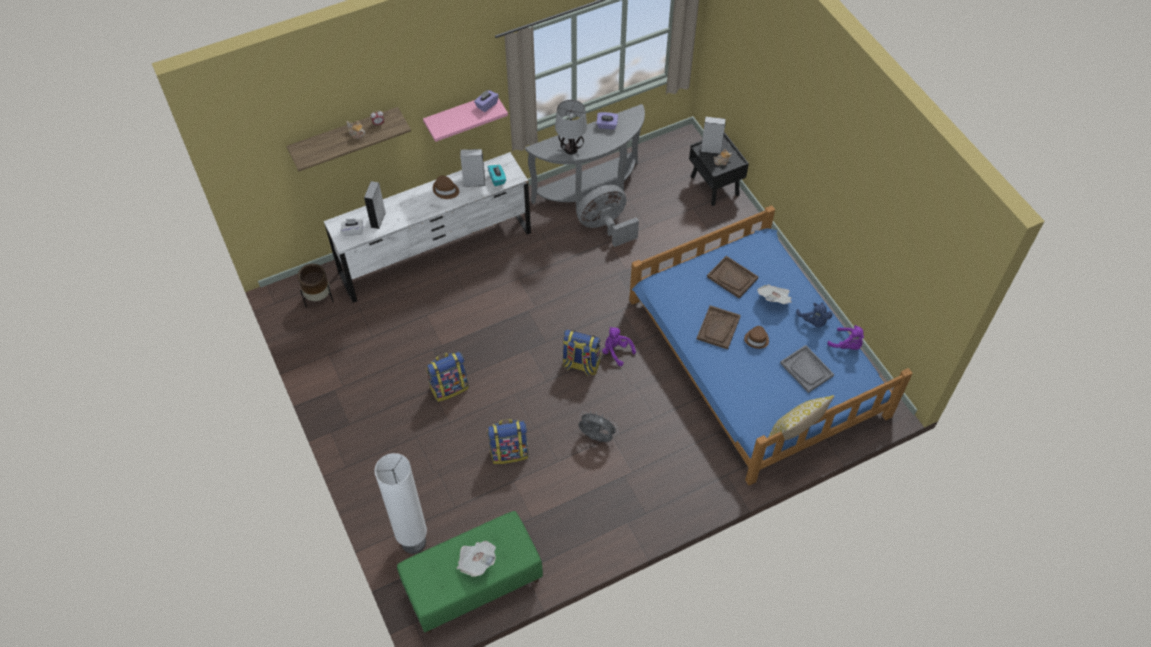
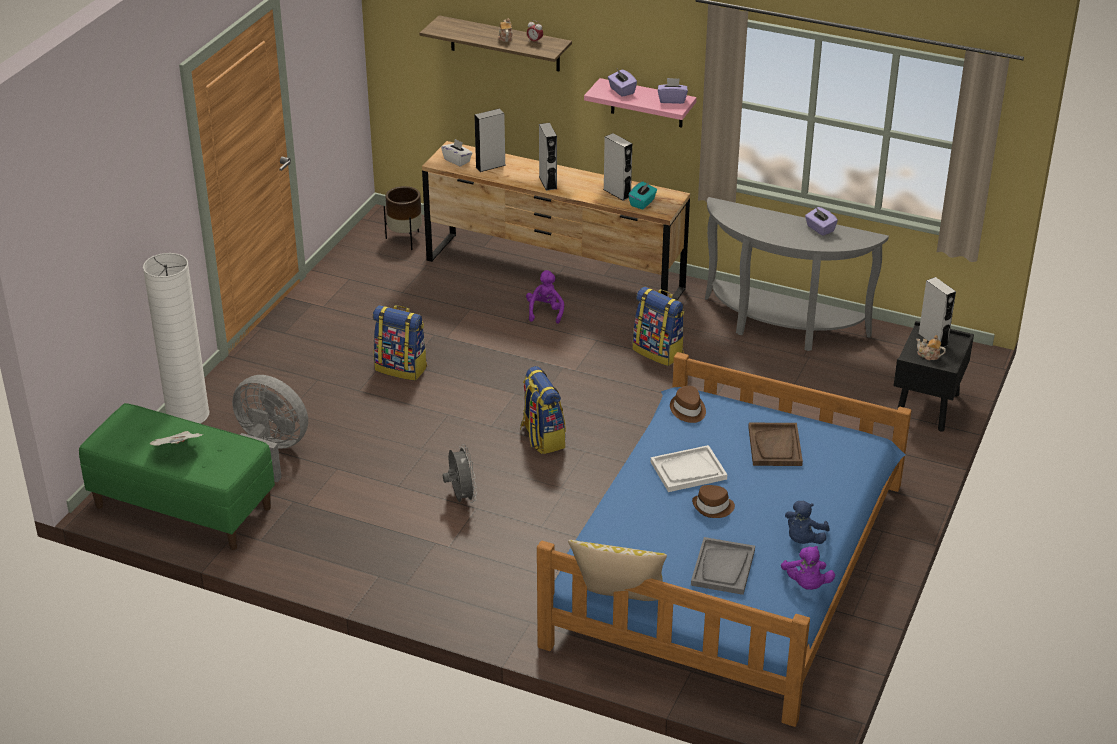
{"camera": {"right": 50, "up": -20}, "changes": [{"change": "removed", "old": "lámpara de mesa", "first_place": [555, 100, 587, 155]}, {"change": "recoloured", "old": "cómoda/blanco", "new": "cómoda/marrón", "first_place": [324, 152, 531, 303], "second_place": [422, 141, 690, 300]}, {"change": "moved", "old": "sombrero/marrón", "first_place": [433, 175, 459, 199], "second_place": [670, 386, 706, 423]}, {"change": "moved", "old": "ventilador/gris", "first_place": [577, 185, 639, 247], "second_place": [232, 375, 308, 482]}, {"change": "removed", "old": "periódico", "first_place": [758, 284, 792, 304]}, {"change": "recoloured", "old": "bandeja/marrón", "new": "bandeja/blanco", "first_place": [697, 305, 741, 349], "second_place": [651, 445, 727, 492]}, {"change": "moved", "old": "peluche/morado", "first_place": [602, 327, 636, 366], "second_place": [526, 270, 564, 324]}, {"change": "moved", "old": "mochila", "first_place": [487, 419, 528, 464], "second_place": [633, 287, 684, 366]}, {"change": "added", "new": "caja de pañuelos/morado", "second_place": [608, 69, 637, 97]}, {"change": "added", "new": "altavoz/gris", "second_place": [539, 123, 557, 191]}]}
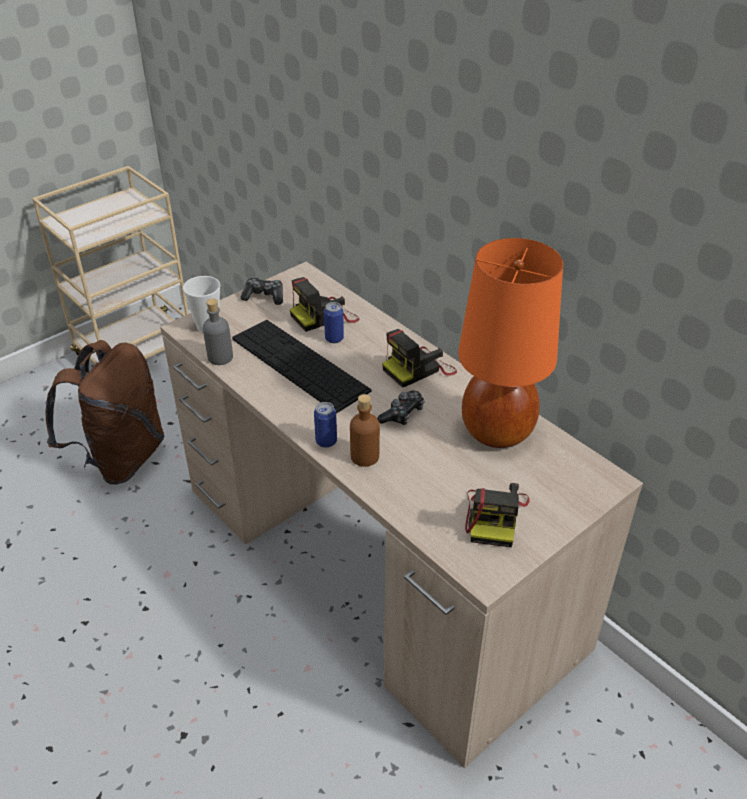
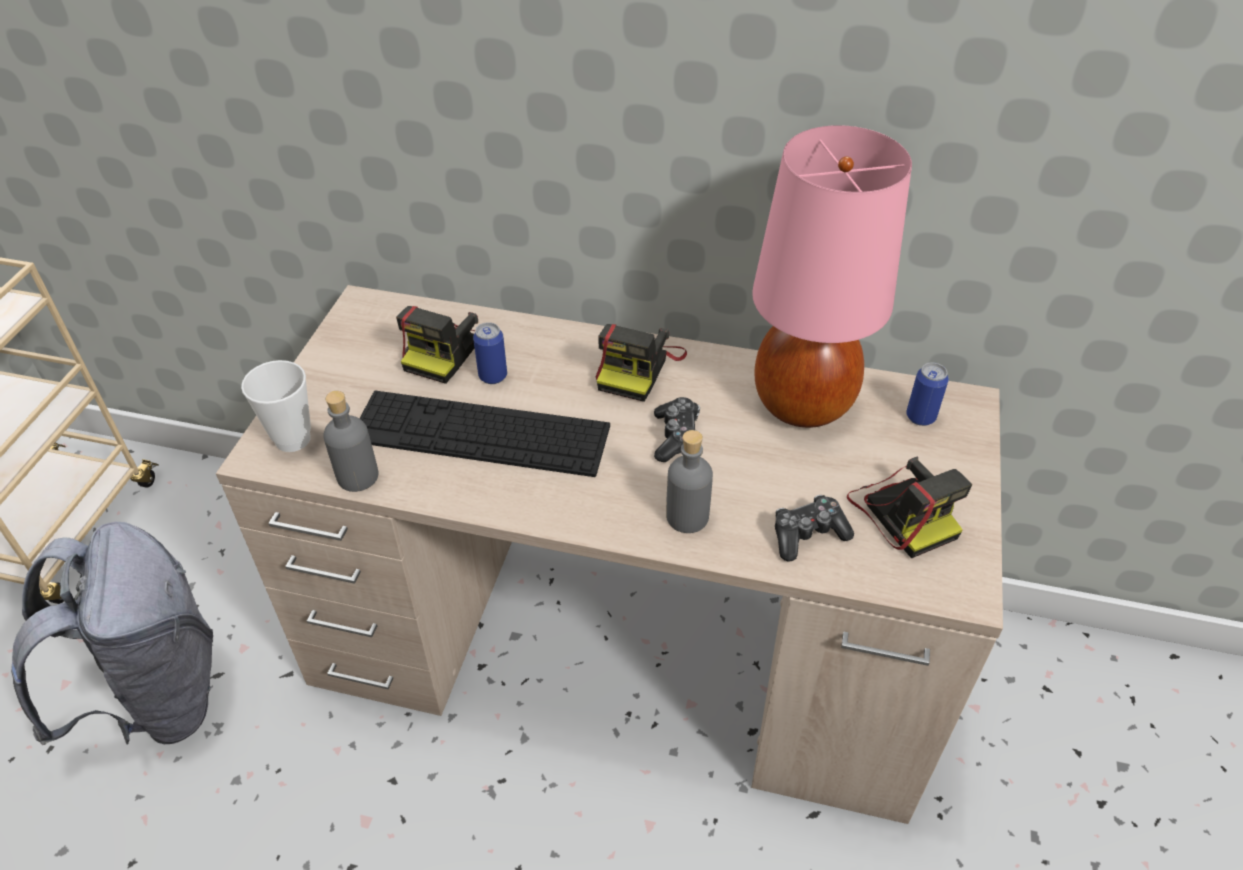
{"camera": {"right": -35, "up": 5}, "changes": [{"change": "recoloured", "old": "lámpara de mesa/naranja", "new": "lámpara de mesa/rosa", "first_place": [458, 238, 563, 448], "second_place": [752, 125, 912, 428]}, {"change": "moved", "old": "mando de consola", "first_place": [241, 277, 283, 305], "second_place": [775, 495, 854, 562]}, {"change": "recoloured", "old": "mochila/marrón", "new": "mochila/gris", "first_place": [46, 340, 165, 485], "second_place": [11, 522, 213, 745]}, {"change": "recoloured", "old": "botella/marrón", "new": "botella/gris", "first_place": [350, 394, 380, 467], "second_place": [666, 430, 713, 533]}, {"change": "moved", "old": "lata", "first_place": [314, 402, 337, 448], "second_place": [906, 362, 949, 426]}]}
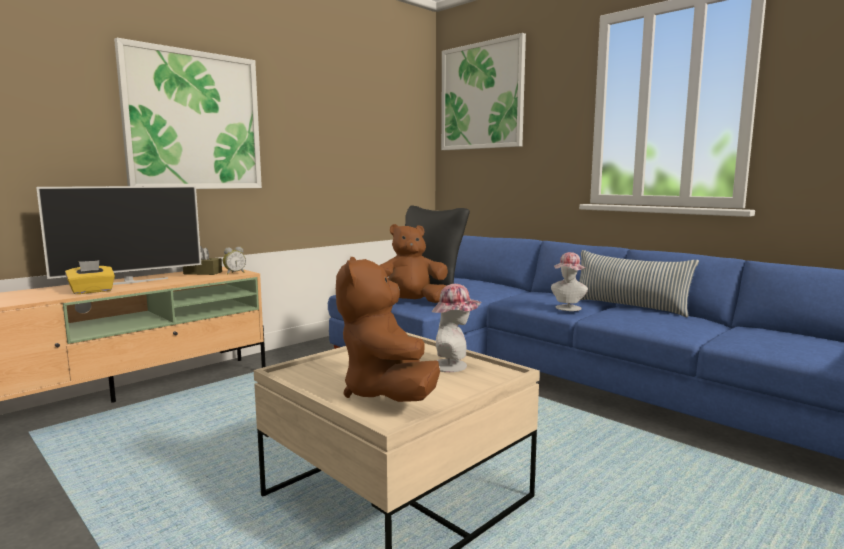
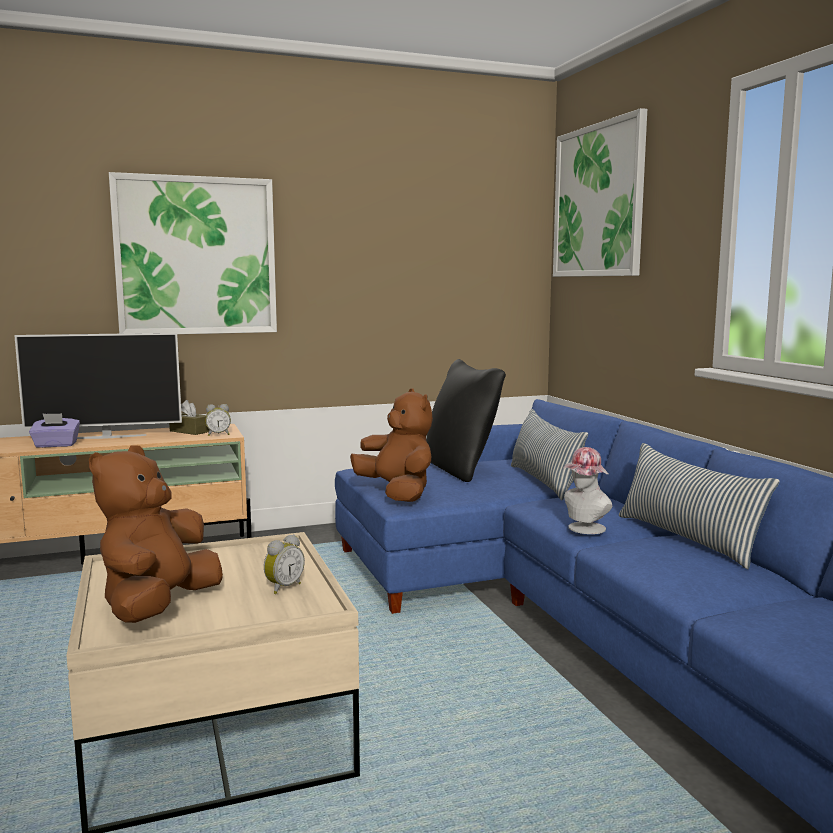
{"camera": {"right": 25, "up": 0}, "changes": [{"change": "turned", "old": "peluche/marrón", "first_place": [379, 224, 448, 303], "second_place": [350, 388, 433, 502], "degrees": 45}, {"change": "recoloured", "old": "caja de pañuelos/amarillo", "new": "caja de pañuelos/morado", "first_place": [65, 260, 115, 294], "second_place": [29, 413, 80, 448]}, {"change": "replaced", "old": "sombrero", "new": "despertador", "first_place": [432, 284, 481, 372], "second_place": [264, 534, 305, 594]}, {"change": "added", "new": "cojín", "second_place": [511, 409, 588, 501]}]}
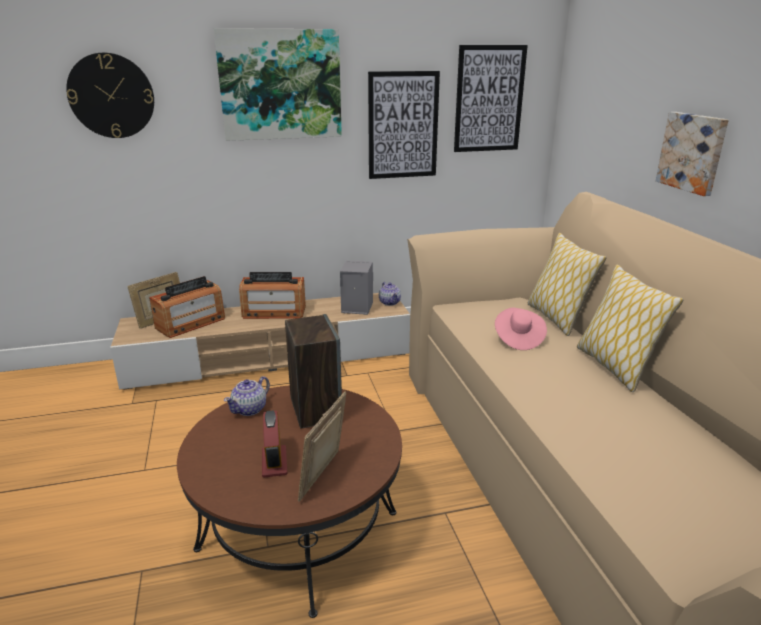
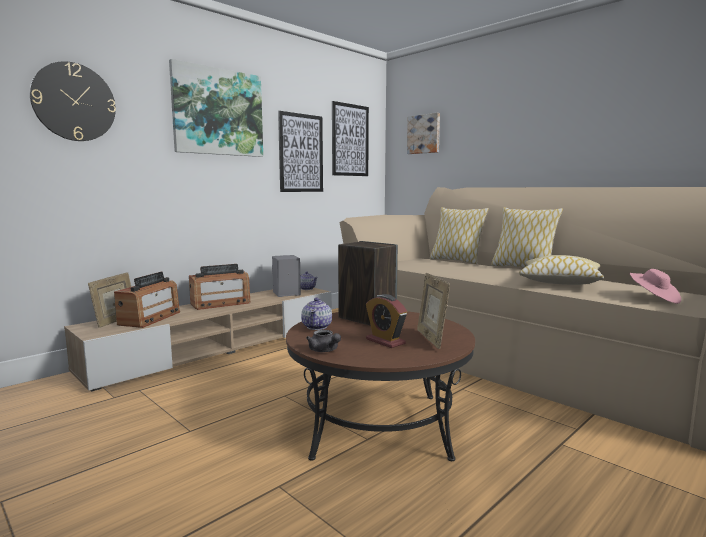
{"camera": {"right": -30, "up": -15}, "changes": [{"change": "moved", "old": "cuadro", "first_place": [656, 112, 728, 196], "second_place": [407, 113, 440, 154]}, {"change": "moved", "old": "sombrero/rosa", "first_place": [495, 308, 547, 350], "second_place": [629, 269, 681, 304]}, {"change": "added", "new": "cojín", "second_place": [519, 255, 604, 285]}, {"change": "added", "new": "tetera/gris", "second_place": [306, 330, 341, 352]}]}
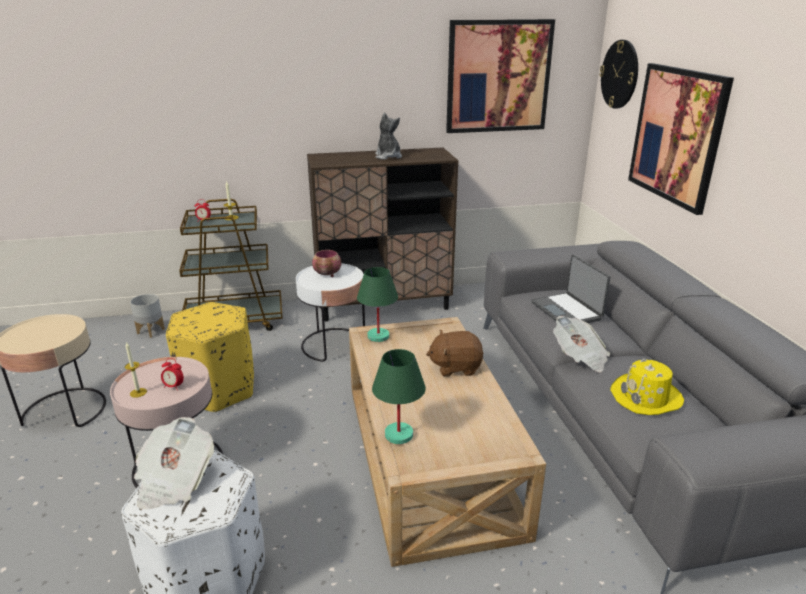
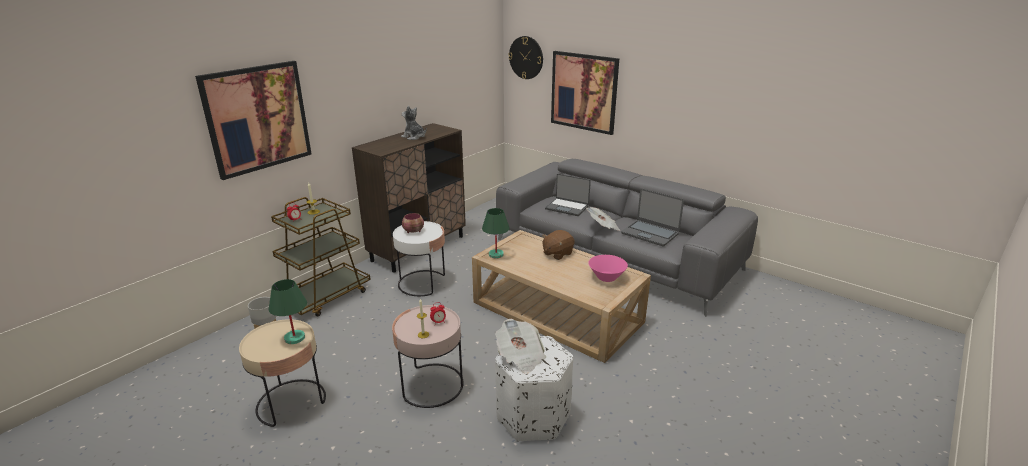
{"camera": {"right": -40, "up": 0}, "changes": [{"change": "moved", "old": "cuadro", "first_place": [446, 19, 555, 133], "second_place": [195, 61, 312, 180]}, {"change": "removed", "old": "puf/amarillo", "first_place": [166, 302, 254, 413]}, {"change": "moved", "old": "lámpara de mesa/verde", "first_place": [372, 349, 426, 444], "second_place": [269, 279, 307, 344]}, {"change": "replaced", "old": "sombrero/amarillo", "new": "portátil", "first_place": [610, 359, 684, 415], "second_place": [621, 188, 684, 247]}, {"change": "added", "new": "cuenco/rosa", "second_place": [589, 255, 628, 282]}]}
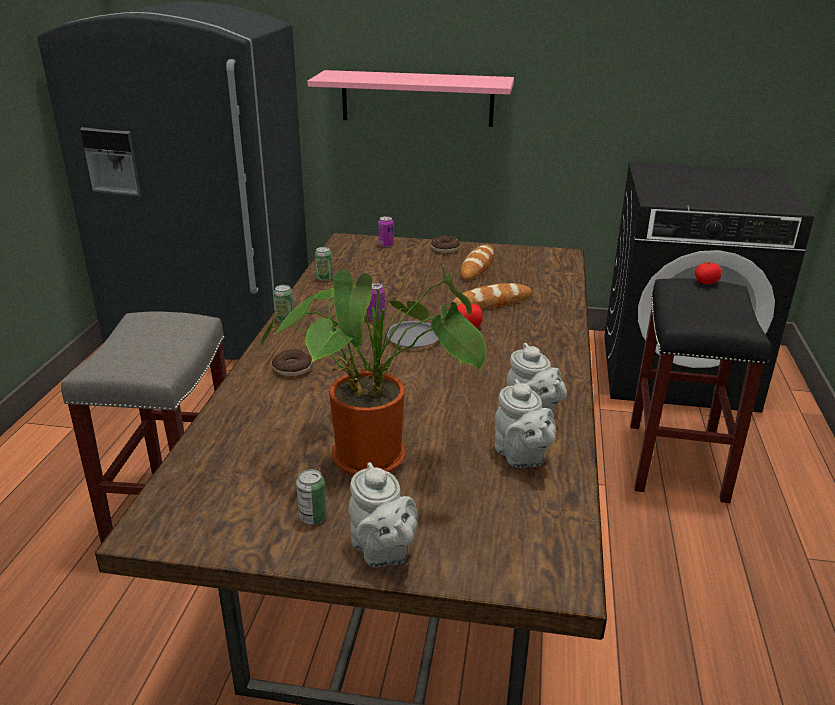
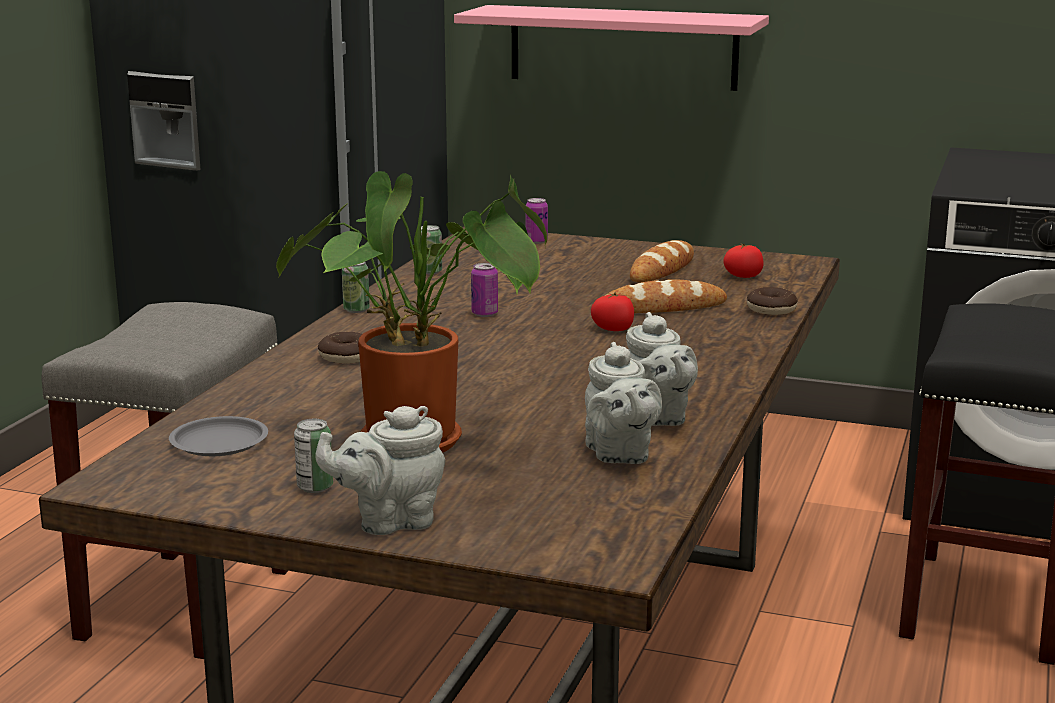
{"camera": {"right": 10, "up": -10}, "changes": [{"change": "moved", "old": "rosquilla", "first_place": [431, 236, 460, 253], "second_place": [747, 287, 798, 315]}, {"change": "moved", "old": "tomate", "first_place": [695, 261, 722, 284], "second_place": [723, 243, 763, 278]}, {"change": "moved", "old": "plato/gris", "first_place": [386, 321, 439, 348], "second_place": [169, 416, 268, 456]}, {"change": "turned", "old": "tetera/gris", "first_place": [349, 462, 417, 567], "second_place": [315, 406, 445, 535], "degrees": 90}]}
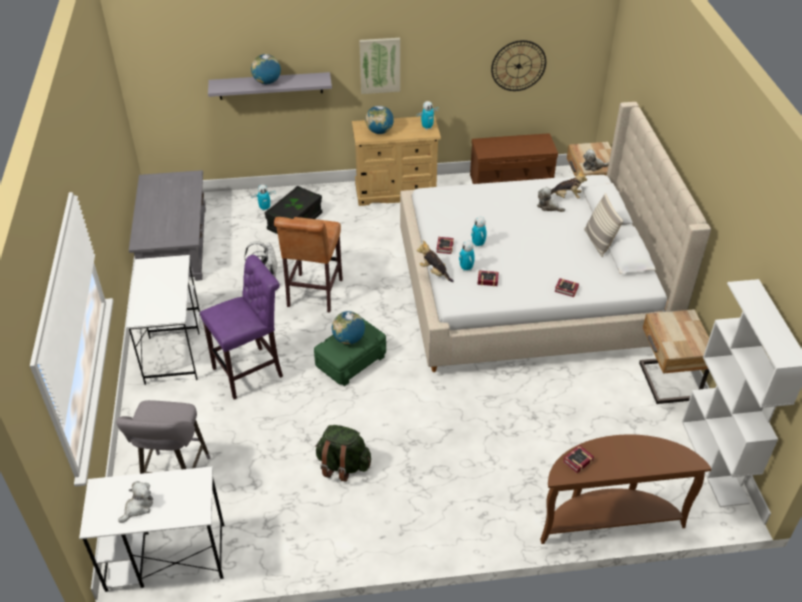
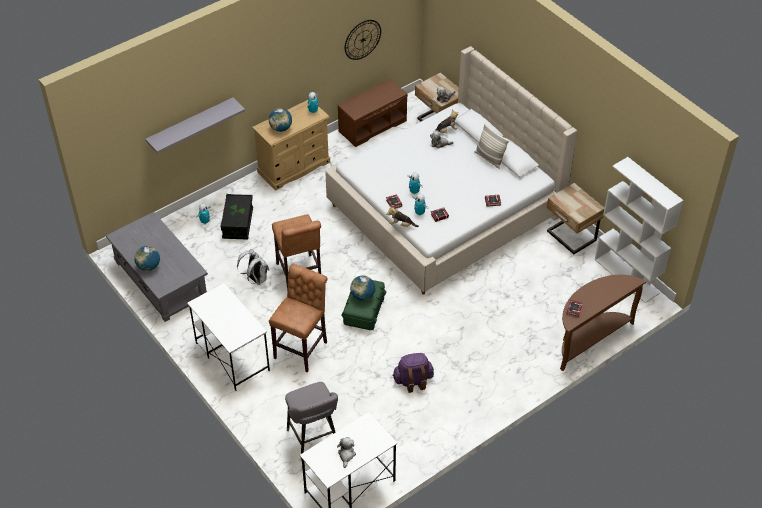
{"camera": {"right": -30, "up": 5}, "changes": [{"change": "removed", "old": "cuadro", "first_place": [359, 38, 400, 94]}, {"change": "moved", "old": "globo terráqueo", "first_place": [251, 54, 281, 84], "second_place": [134, 246, 160, 271]}, {"change": "recoloured", "old": "taburete/morado", "new": "taburete/marrón", "first_place": [200, 255, 283, 400], "second_place": [269, 264, 328, 372]}, {"change": "recoloured", "old": "mochila/verde", "new": "mochila/morado", "first_place": [315, 425, 371, 482], "second_place": [392, 353, 434, 393]}]}
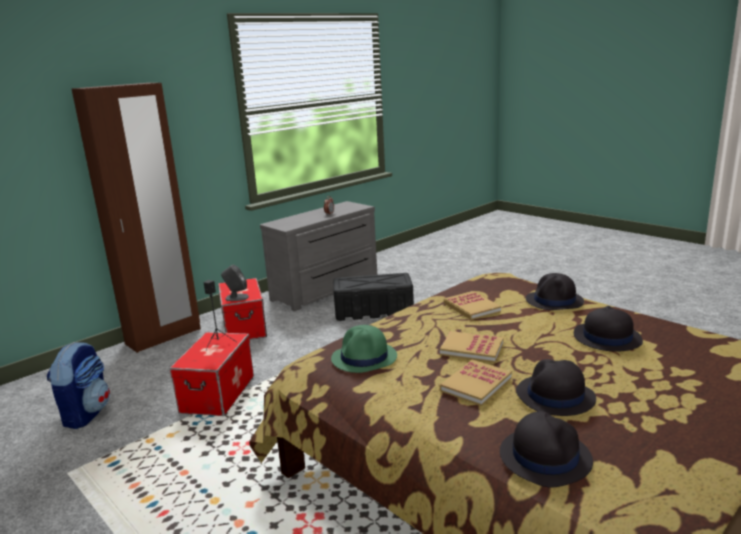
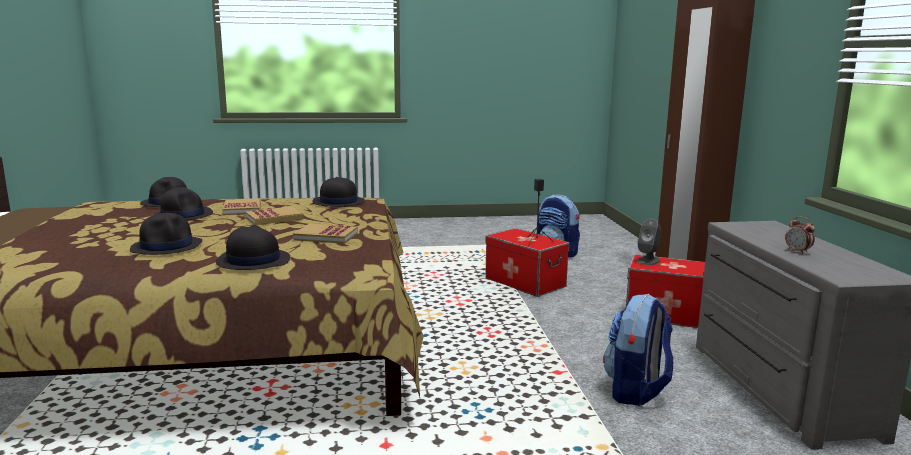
{"camera": {"right": 125, "up": -5}, "changes": [{"change": "replaced", "old": "caja de almacenaje/negro", "new": "mochila", "first_place": [333, 273, 414, 321], "second_place": [603, 294, 673, 406]}, {"change": "recoloured", "old": "sombrero/verde", "new": "sombrero/negro", "first_place": [331, 325, 397, 373], "second_place": [313, 177, 365, 207]}]}
